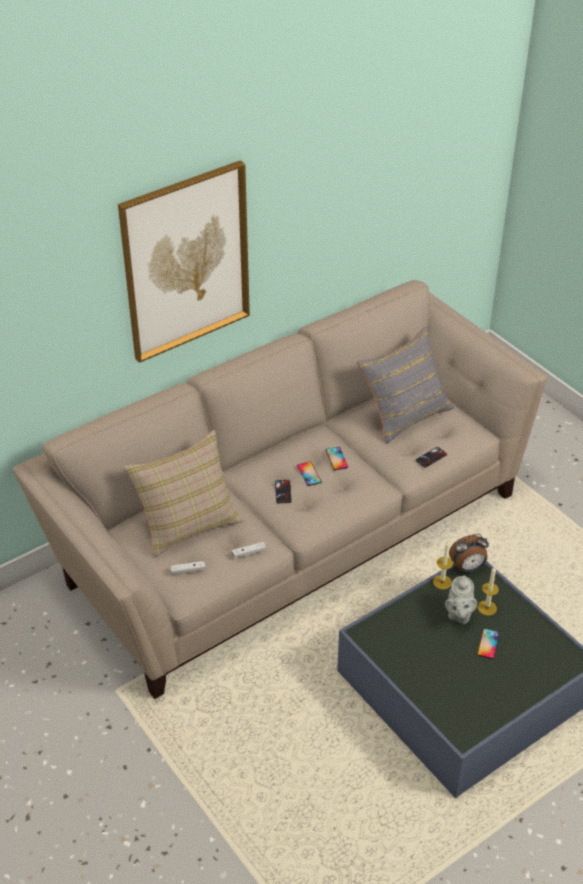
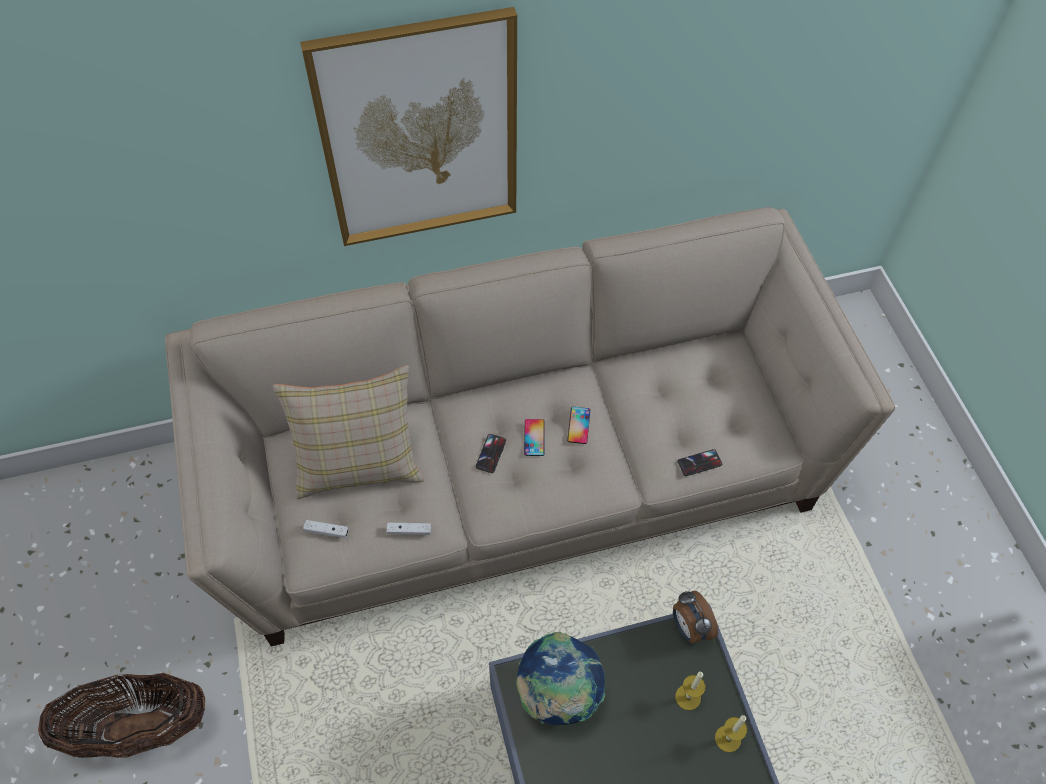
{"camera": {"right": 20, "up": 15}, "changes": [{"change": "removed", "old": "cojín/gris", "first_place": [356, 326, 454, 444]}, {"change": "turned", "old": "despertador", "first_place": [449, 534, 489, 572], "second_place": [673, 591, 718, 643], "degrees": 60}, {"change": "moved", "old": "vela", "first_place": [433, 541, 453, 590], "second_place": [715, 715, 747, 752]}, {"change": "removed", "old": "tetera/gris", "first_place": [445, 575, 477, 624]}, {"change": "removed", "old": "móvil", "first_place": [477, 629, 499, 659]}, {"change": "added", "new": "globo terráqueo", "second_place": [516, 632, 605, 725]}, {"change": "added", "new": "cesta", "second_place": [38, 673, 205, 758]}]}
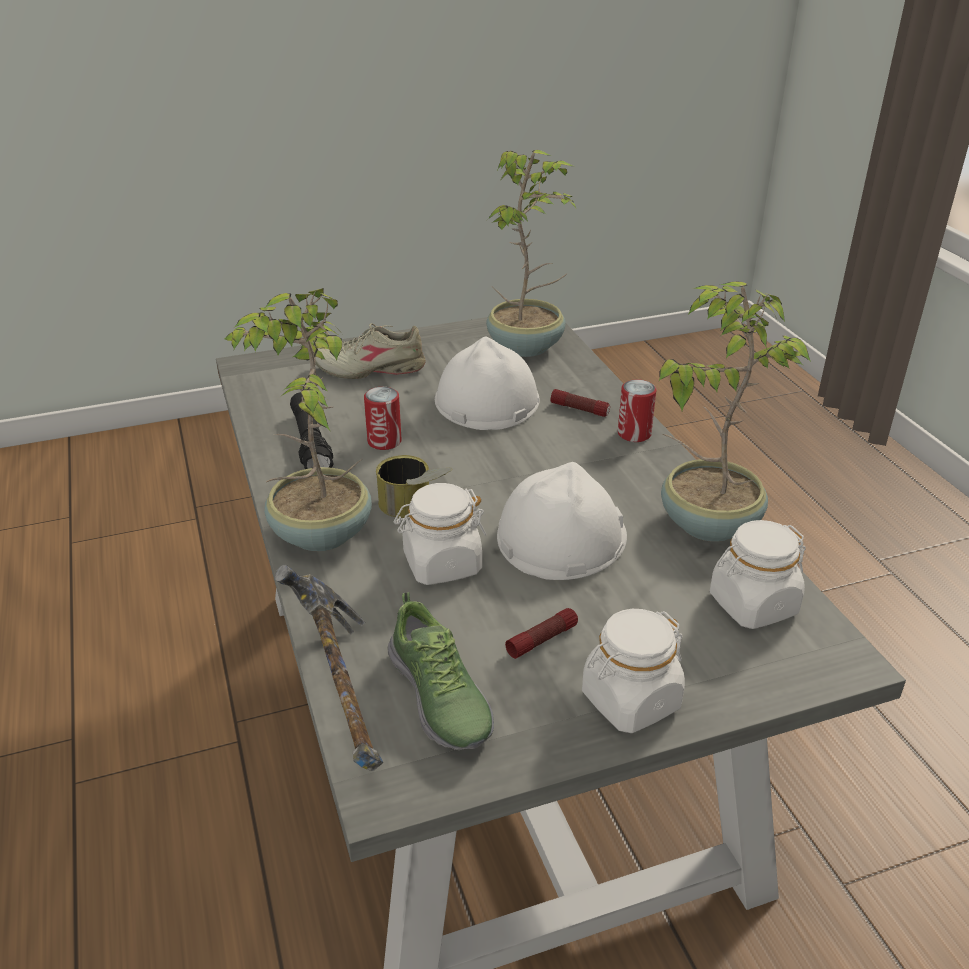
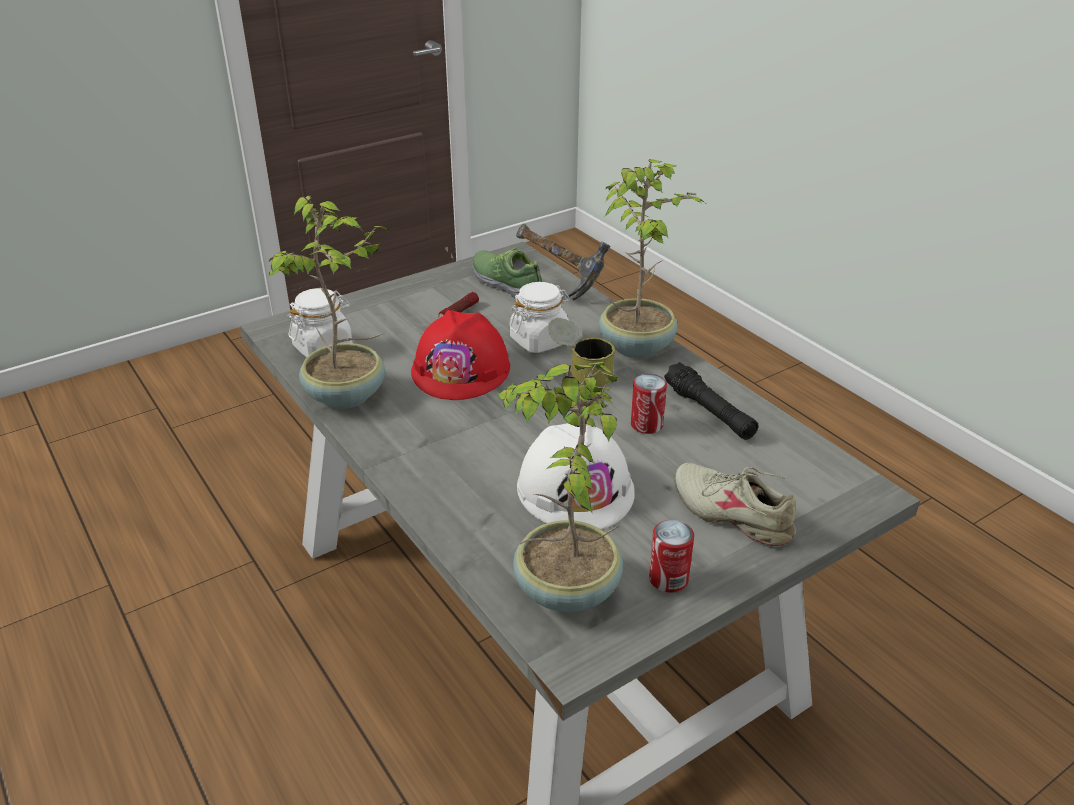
{"camera": {"right": 165, "up": 0}, "changes": [{"change": "turned", "old": "zapato/beis", "first_place": [315, 323, 426, 379], "second_place": [674, 463, 796, 546], "degrees": -120}, {"change": "moved", "old": "lata", "first_place": [618, 379, 656, 442], "second_place": [649, 520, 694, 592]}, {"change": "removed", "old": "linterna", "first_place": [550, 389, 610, 417]}, {"change": "recoloured", "old": "casco/blanco", "new": "casco/rojo", "first_place": [497, 462, 627, 580], "second_place": [411, 310, 510, 400]}, {"change": "removed", "old": "tarro/blanco", "first_place": [582, 609, 685, 733]}]}
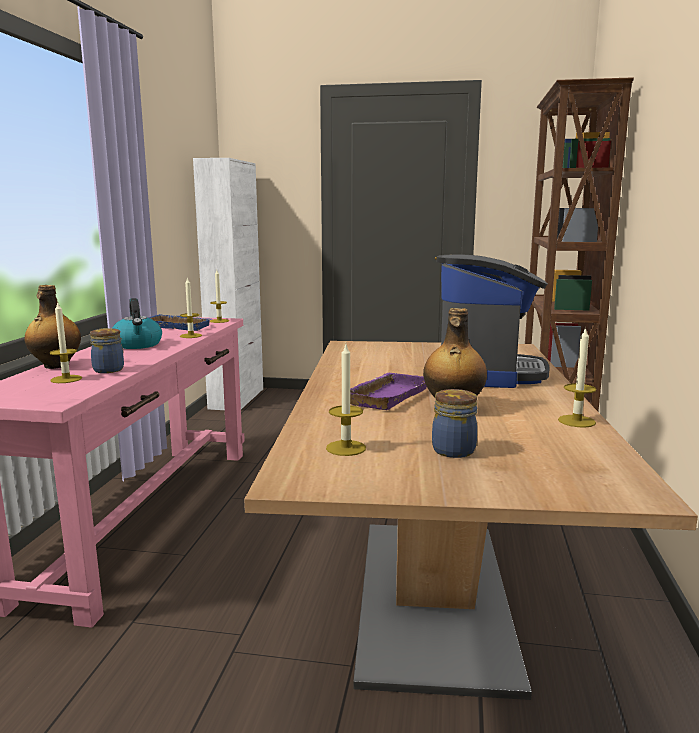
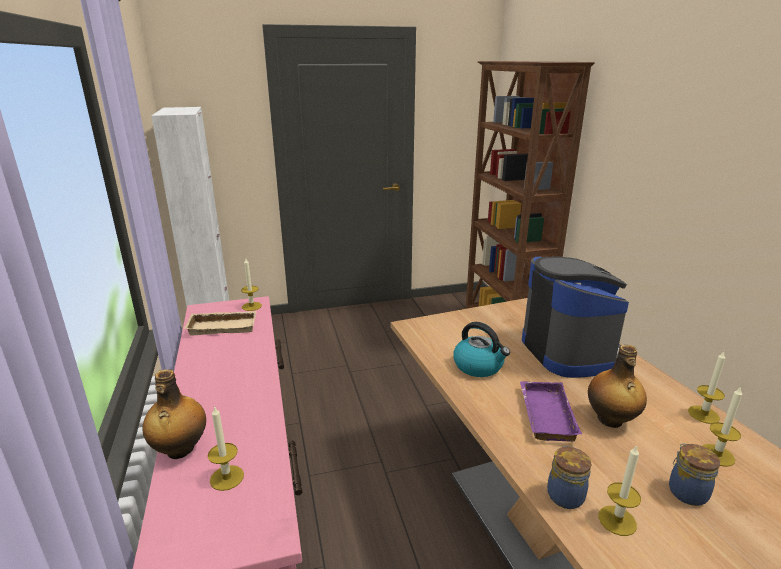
{"camera": {"right": -25, "up": 10}, "changes": [{"change": "moved", "old": "vela", "first_place": [180, 277, 202, 338], "second_place": [702, 386, 742, 467]}, {"change": "moved", "old": "hervidor", "first_place": [113, 298, 162, 349], "second_place": [453, 322, 510, 377]}, {"change": "recoloured", "old": "bandeja/azul", "new": "bandeja/beis", "first_place": [149, 314, 211, 331], "second_place": [184, 311, 257, 335]}, {"change": "moved", "old": "tarro", "first_place": [90, 328, 124, 373], "second_place": [547, 446, 591, 509]}]}
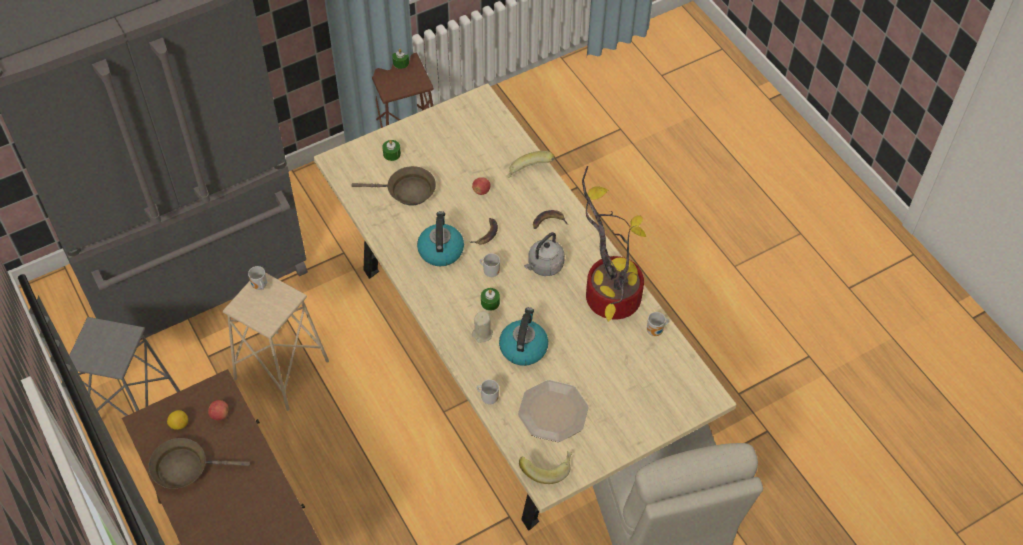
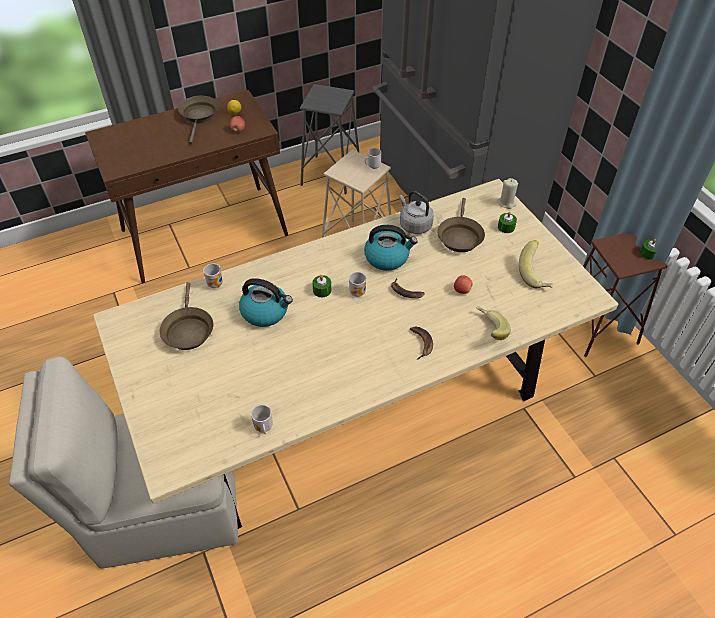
{"camera": {"right": 95, "up": -5}, "changes": [{"change": "removed", "old": "planta en maceta", "first_place": [582, 166, 646, 322]}, {"change": "moved", "old": "hervidor/gris", "first_place": [524, 232, 565, 276], "second_place": [399, 191, 434, 234]}, {"change": "moved", "old": "vela/beis", "first_place": [472, 311, 493, 343], "second_place": [498, 178, 518, 209]}, {"change": "replaced", "old": "plato", "new": "sartén/marrón", "first_place": [518, 380, 589, 442], "second_place": [160, 282, 213, 350]}, {"change": "moved", "old": "plátano", "first_place": [519, 451, 573, 484], "second_place": [519, 240, 553, 288]}]}
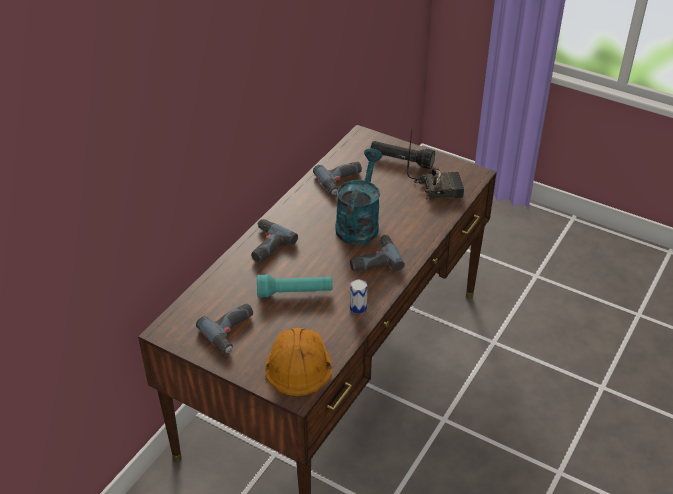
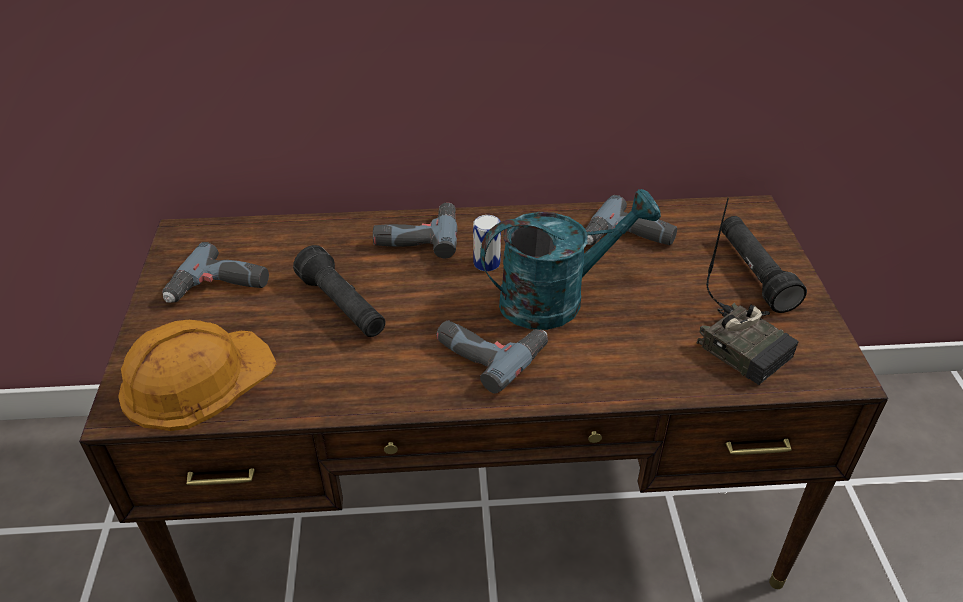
{"camera": {"right": 55, "up": 0}, "changes": [{"change": "recoloured", "old": "linterna/turquesa", "new": "linterna/negro", "first_place": [257, 275, 332, 298], "second_place": [293, 245, 386, 337]}, {"change": "moved", "old": "lata", "first_place": [350, 279, 368, 314], "second_place": [473, 215, 501, 271]}]}
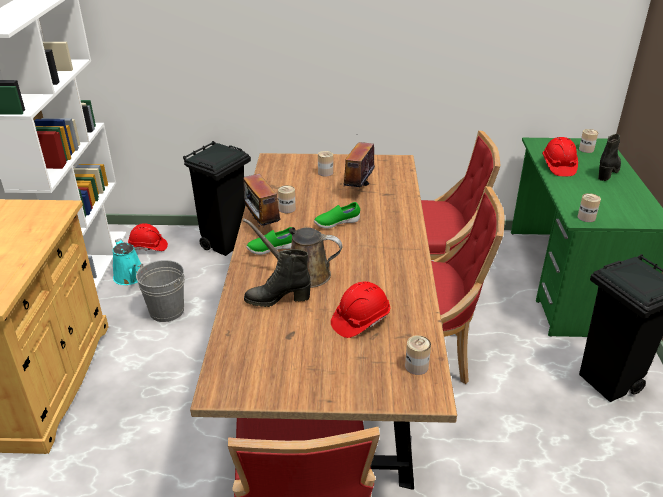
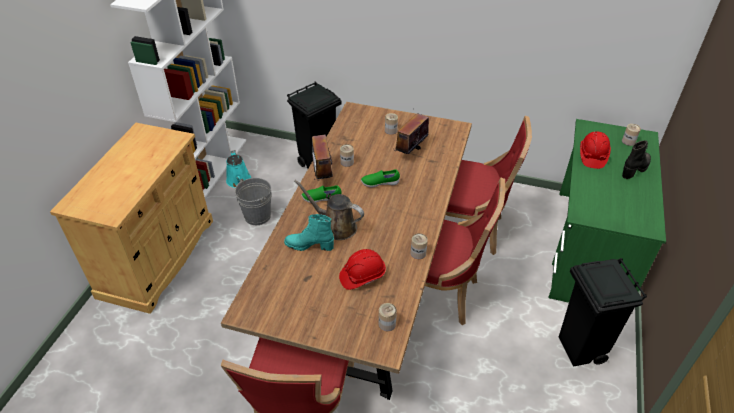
{"camera": {"right": 15, "up": 10}, "changes": [{"change": "moved", "old": "lata", "first_place": [578, 193, 601, 222], "second_place": [411, 233, 428, 259]}, {"change": "removed", "old": "casco/rojo", "first_place": [128, 223, 168, 251]}, {"change": "recoloured", "old": "bota/negro", "new": "bota/turquesa", "first_place": [244, 249, 311, 307], "second_place": [284, 214, 334, 251]}]}
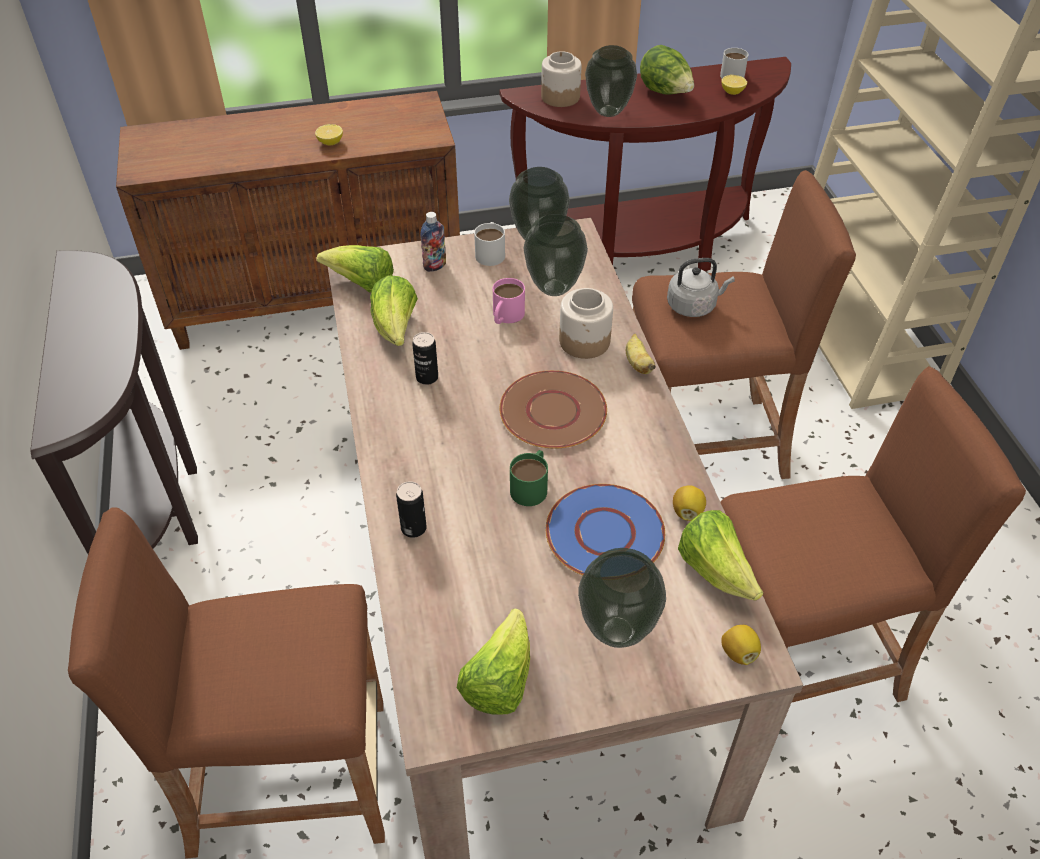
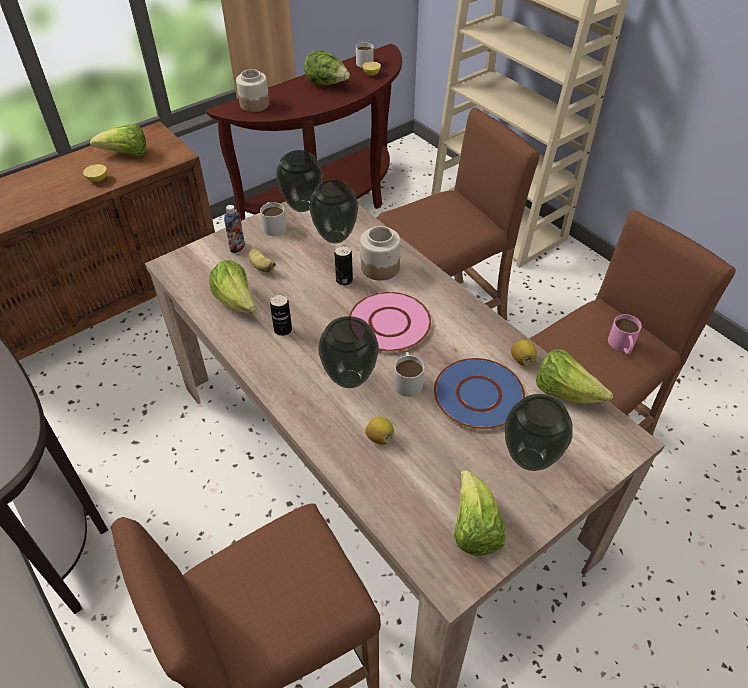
{"camera": {"right": -25, "up": 0}, "changes": [{"change": "moved", "old": "florero", "first_place": [585, 45, 637, 117], "second_place": [318, 316, 379, 388]}, {"change": "moved", "old": "lechuga", "first_place": [316, 245, 394, 292], "second_place": [90, 124, 146, 156]}, {"change": "removed", "old": "hervidor/gris", "first_place": [667, 258, 735, 317]}, {"change": "moved", "old": "taza grande/rosa", "first_place": [493, 278, 525, 324], "second_place": [608, 314, 642, 354]}, {"change": "moved", "old": "plátano", "first_place": [626, 334, 656, 374], "second_place": [248, 246, 276, 272]}, {"change": "recoloured", "old": "plato/marrón", "new": "plato/rosa", "first_place": [499, 370, 607, 449], "second_place": [349, 292, 431, 352]}, {"change": "recoloured", "old": "taza grande/verde", "new": "taza grande/blanco", "first_place": [510, 450, 548, 506], "second_place": [394, 352, 424, 397]}, {"change": "moved", "old": "lata", "first_place": [396, 481, 427, 538], "second_place": [334, 245, 353, 285]}, {"change": "moved", "old": "limón", "first_place": [721, 625, 761, 665], "second_place": [365, 416, 394, 444]}]}
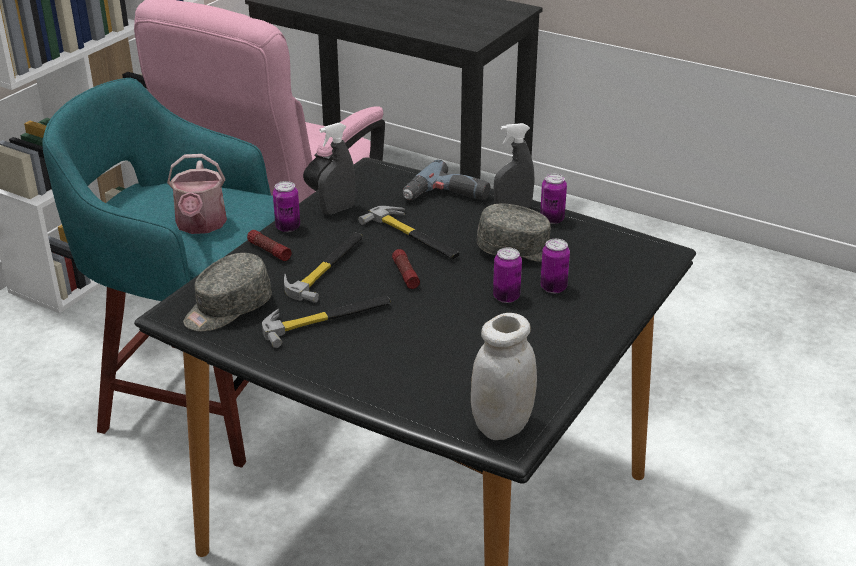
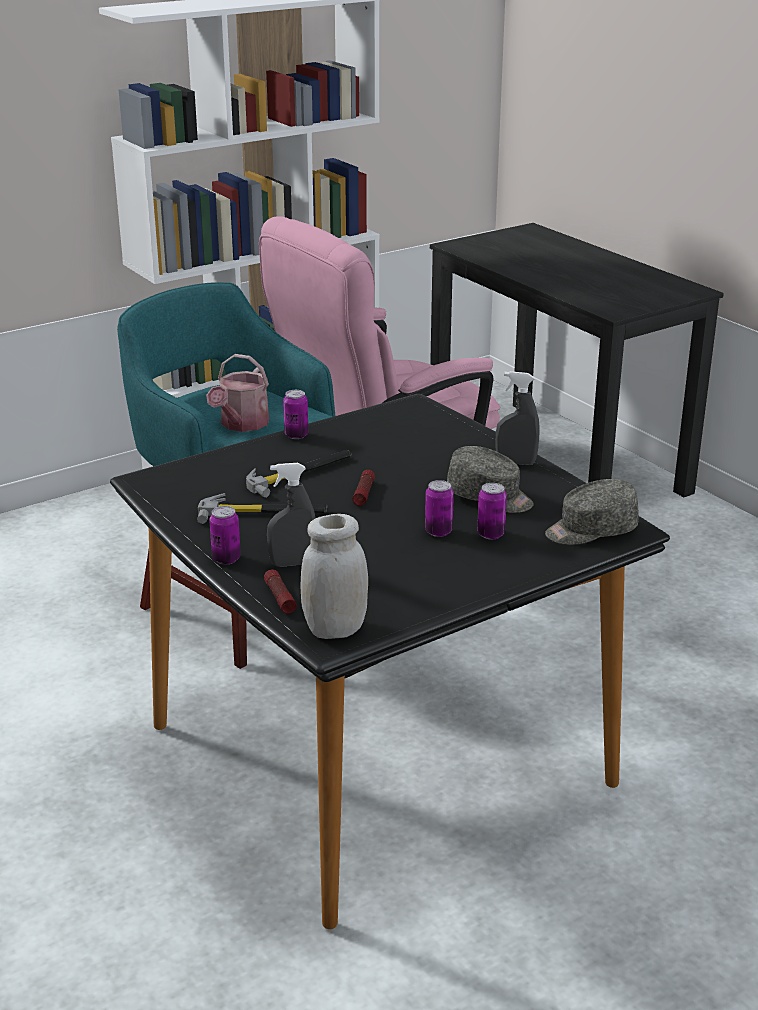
{"camera": {"right": 25, "up": -5}, "changes": [{"change": "moved", "old": "pulverizador/gris", "first_place": [318, 123, 356, 215], "second_place": [267, 463, 316, 567]}, {"change": "removed", "old": "taladro", "first_place": [403, 159, 491, 200]}, {"change": "moved", "old": "lata", "first_place": [540, 174, 567, 224], "second_place": [209, 506, 241, 564]}, {"change": "removed", "old": "martillo", "first_place": [358, 206, 460, 259]}, {"change": "moved", "old": "linterna", "first_place": [247, 230, 292, 261], "second_place": [264, 569, 297, 614]}, {"change": "moved", "old": "gorra/gris", "first_place": [183, 253, 272, 332], "second_place": [545, 479, 639, 545]}]}
